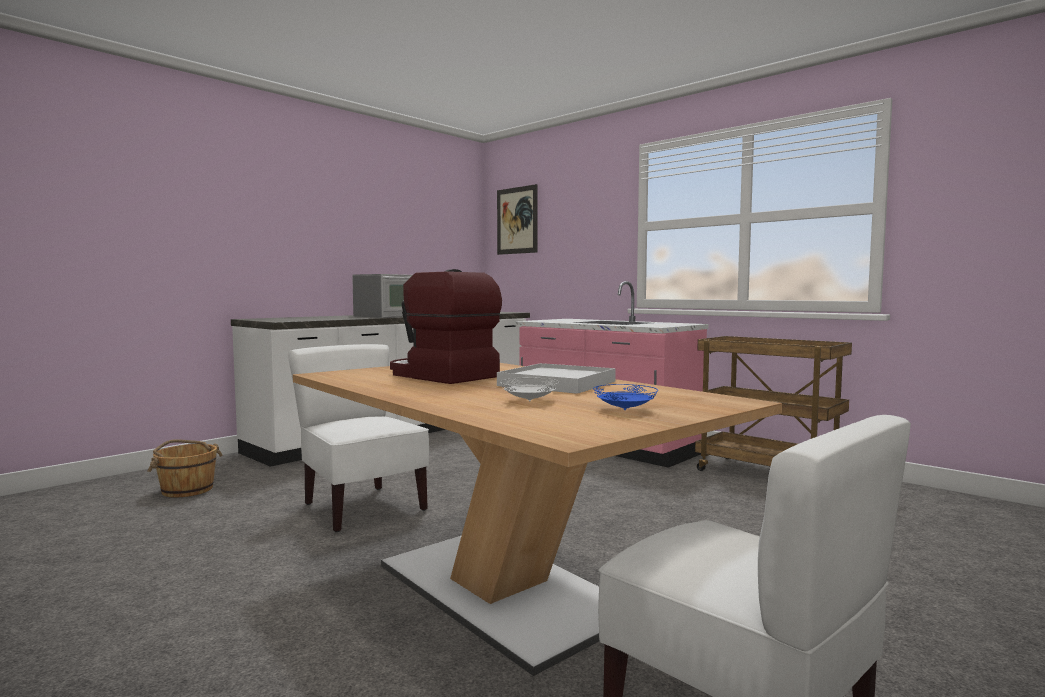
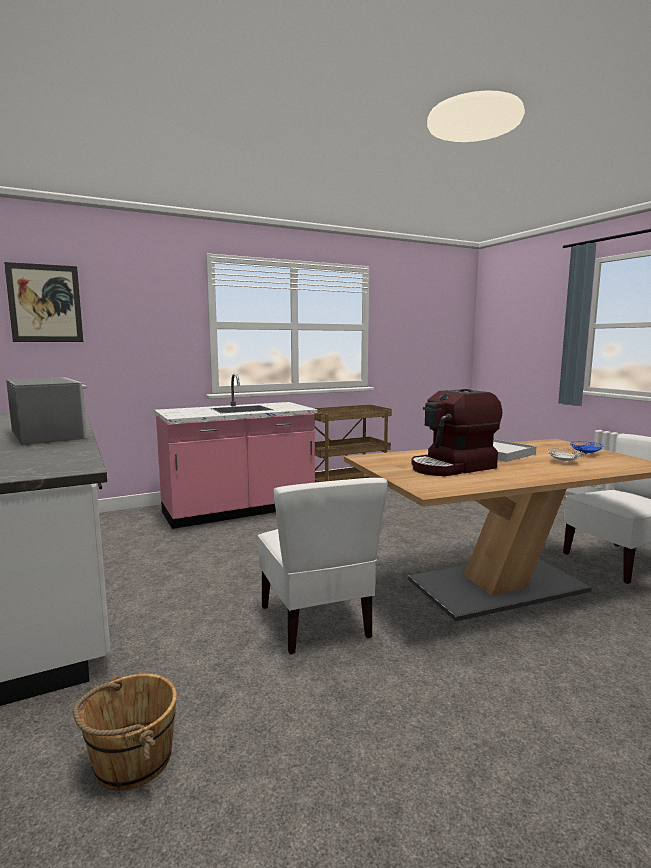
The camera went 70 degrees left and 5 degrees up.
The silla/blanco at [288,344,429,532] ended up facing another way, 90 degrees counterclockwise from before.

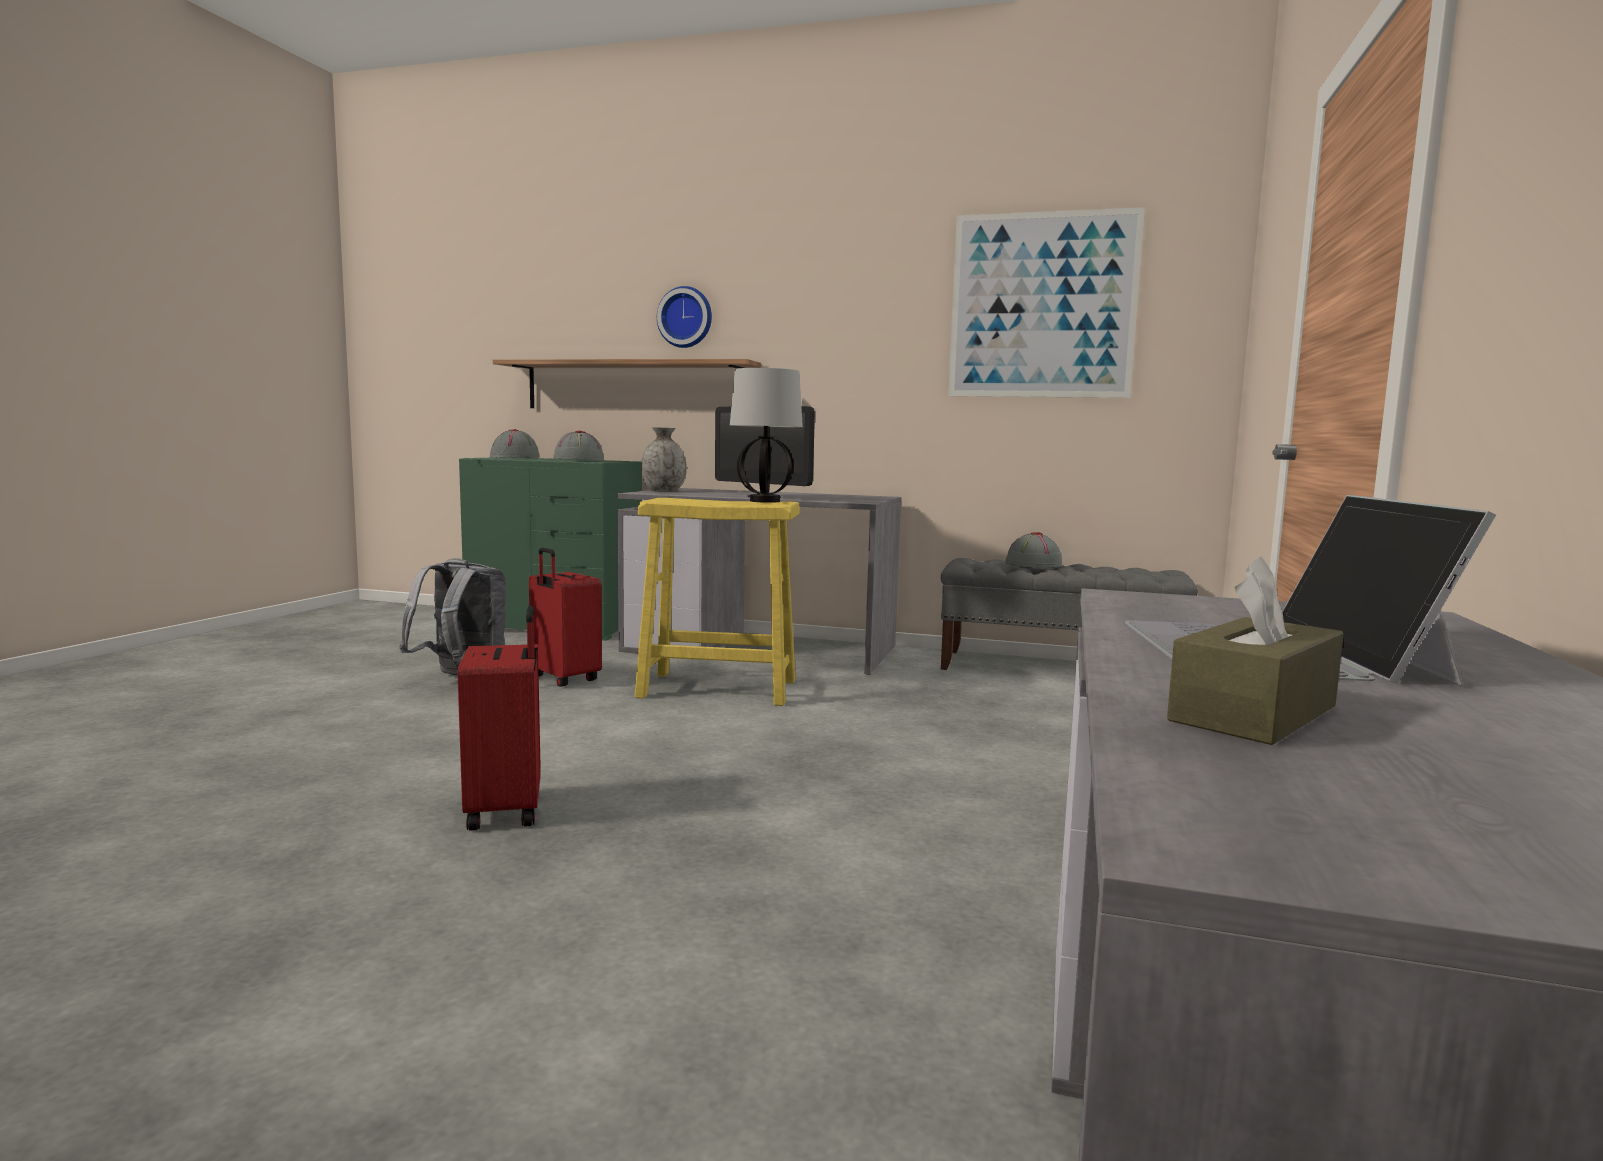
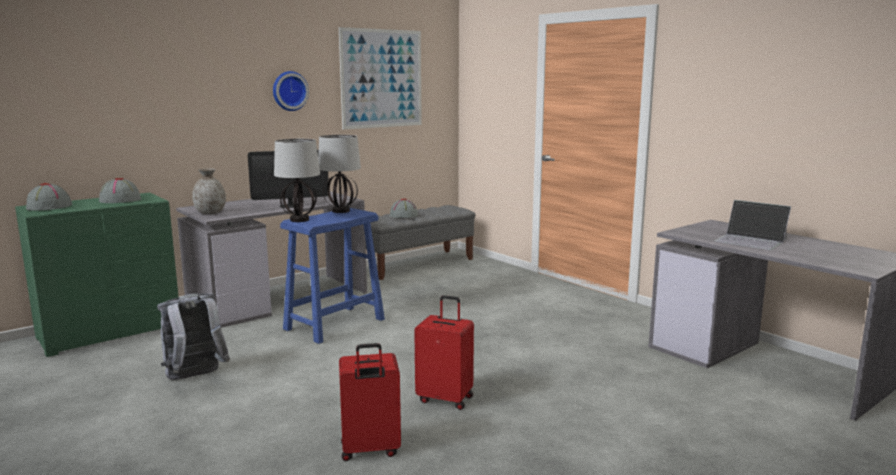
The camera went 55 degrees left and 5 degrees up.
The second view lost the estante at [493,359,761,408].
The second view lost the caja de pañuelos/marrón at [1167,556,1344,745].
The second view gained the lámpara de mesa at [274,139,320,222].
The maleta/rojo ended up elsewhere, having gone from [529,548,602,687] to [339,343,401,461].
The reloj de pared ended up elsewhere, having gone from [657,286,712,348] to [273,71,309,111].
What was the taburete/amarillo at [634,498,800,706] turned into the taburete/azul at [280,208,385,344].

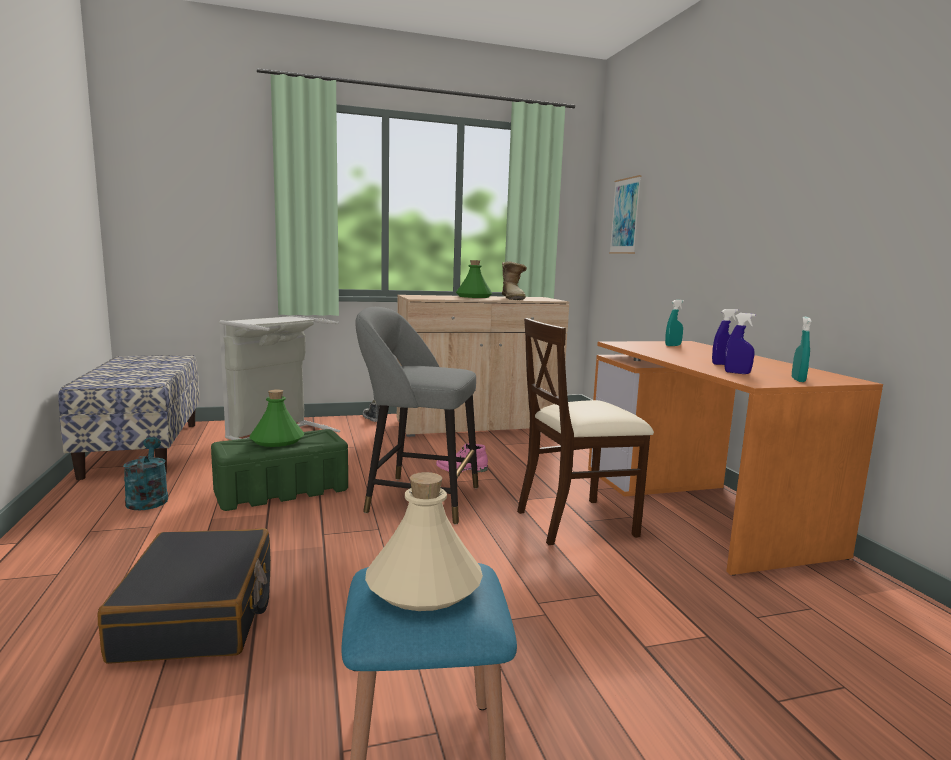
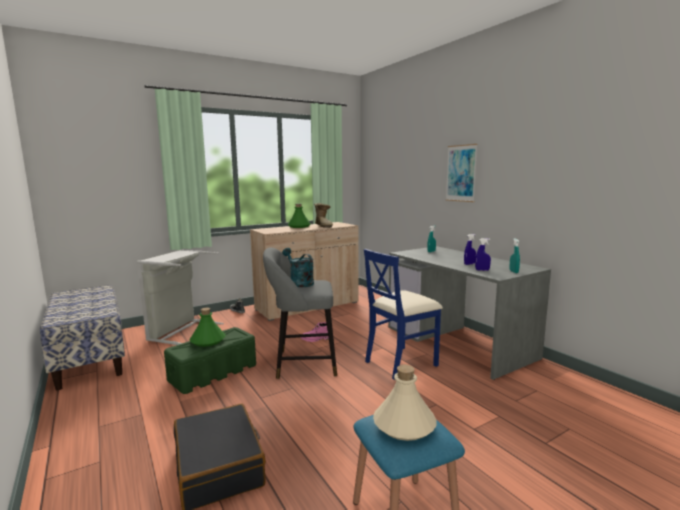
The camera went 15 degrees left and 0 degrees up.
The regadera/turquesa ended up elsewhere, having gone from [123,437,168,510] to [282,248,314,287].
The cuadro ended up elsewhere, having gone from [609,175,642,254] to [446,144,478,202].
What was the silla/beis at [517,318,654,545] turned into the silla/azul at [364,249,443,380].
What was the escritorio/naranja at [588,341,883,576] turned into the escritorio/gris at [388,246,551,380].

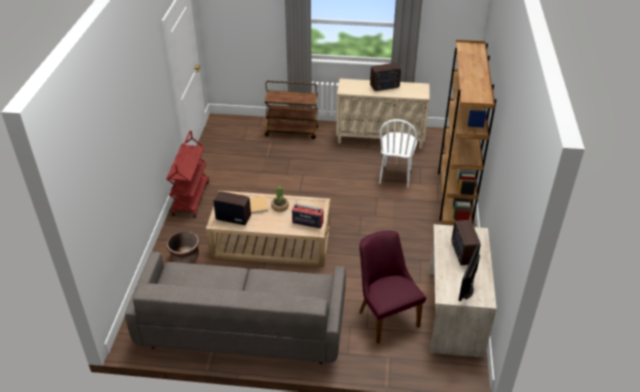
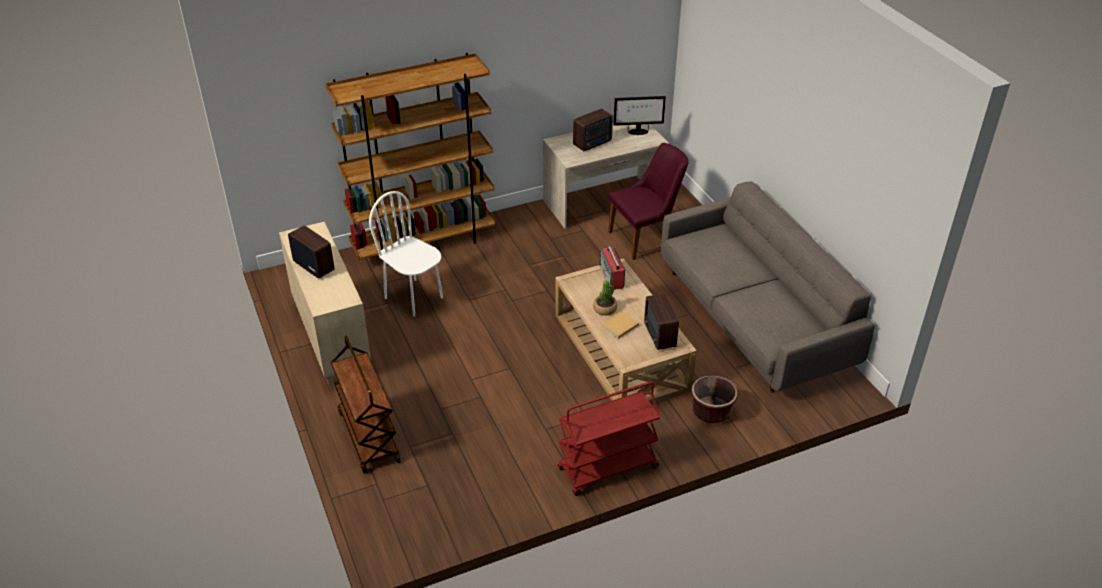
The camera went 120 degrees left and 0 degrees up.
The silla/morado at [359,231,426,344] ended up facing another way, 150 degrees counterclockwise from before.
The silla/blanco at [379,119,417,188] ended up facing another way, 120 degrees counterclockwise from before.

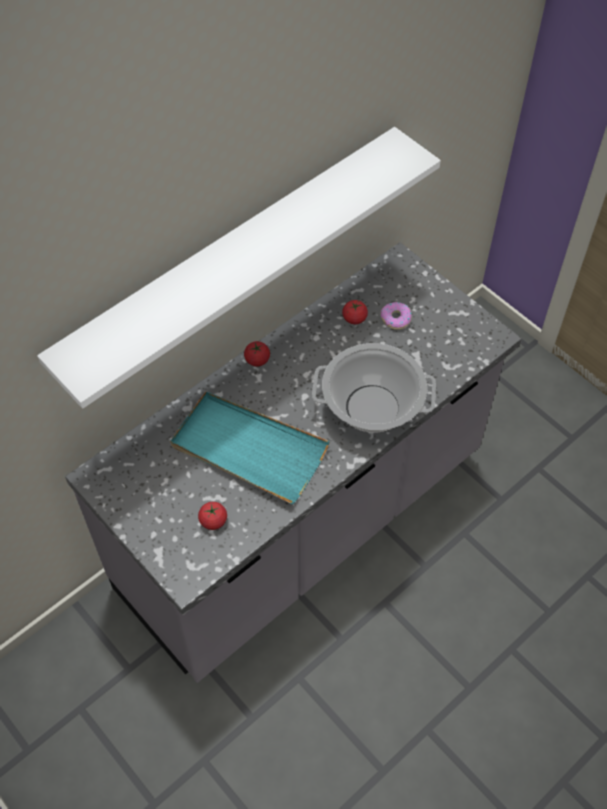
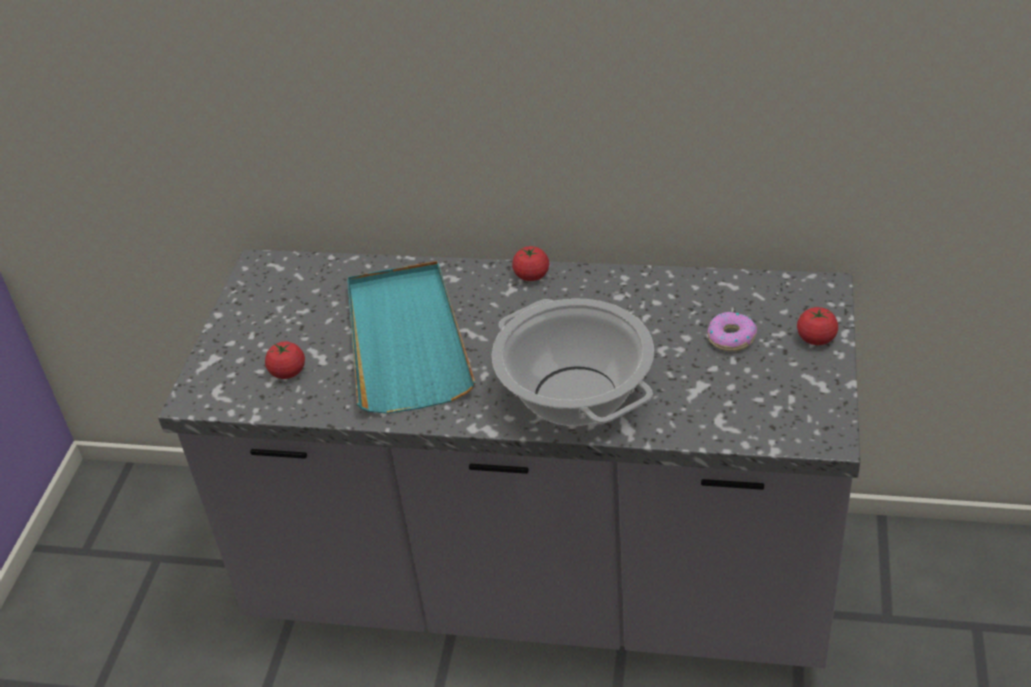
The camera went 55 degrees right and 15 degrees down.
The second view lost the estante/blanco at [37,127,441,409].
The tomate ended up elsewhere, having gone from [342,300,368,324] to [797,307,838,345].

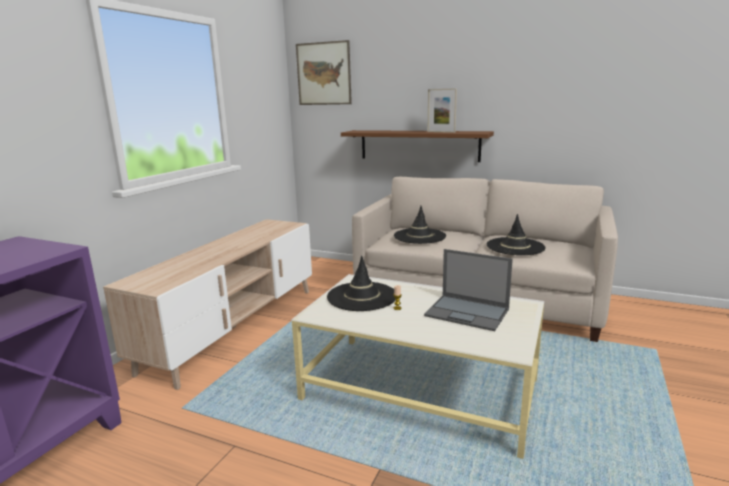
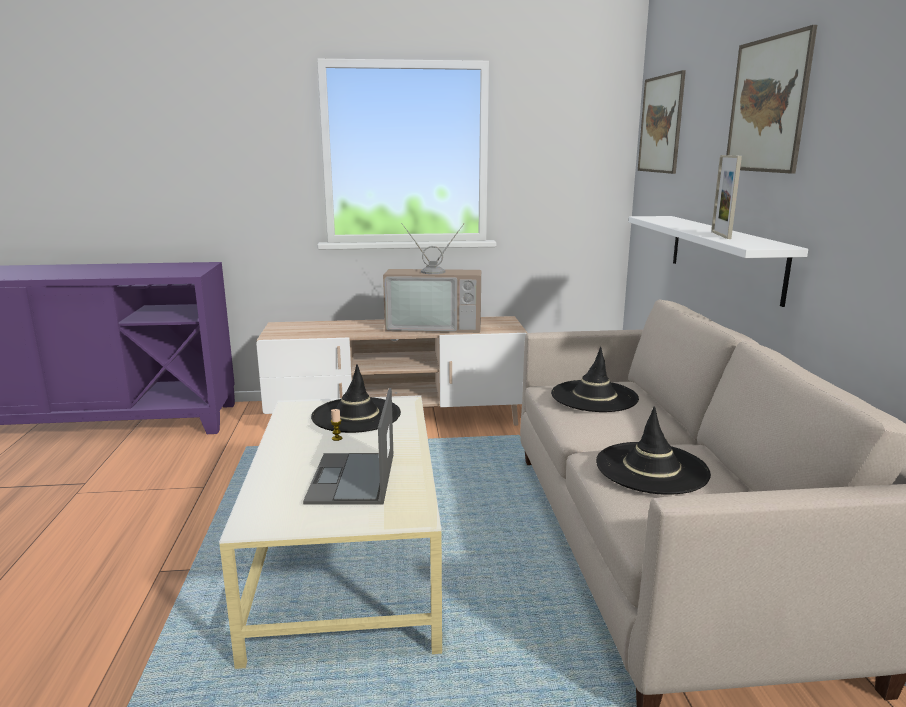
The camera went 60 degrees right and 0 degrees up.
The second view gained the televisor at [383,223,481,333].
The second view gained the cuadro at [726,25,817,174].
What was the estante/marrón at [341,130,494,162] turned into the estante/blanco at [628,216,808,307].

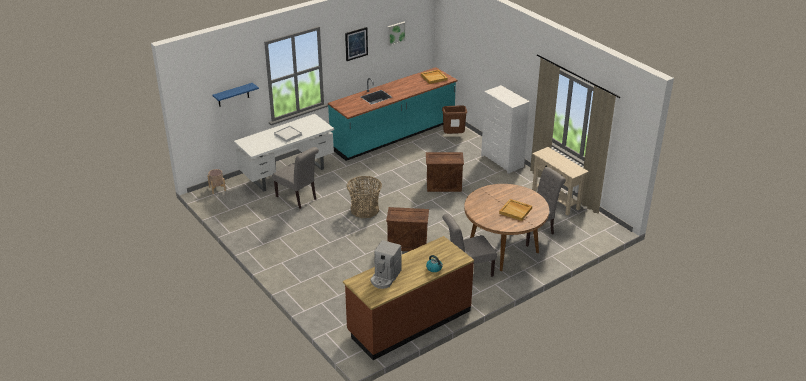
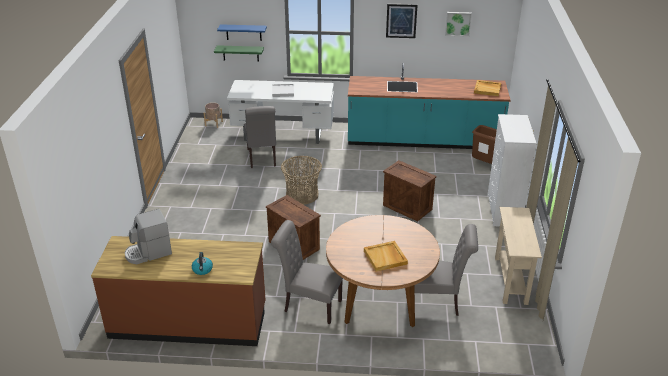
The camera went 40 degrees right and 0 degrees up.
The second view gained the estante/verde at [214,45,264,61].

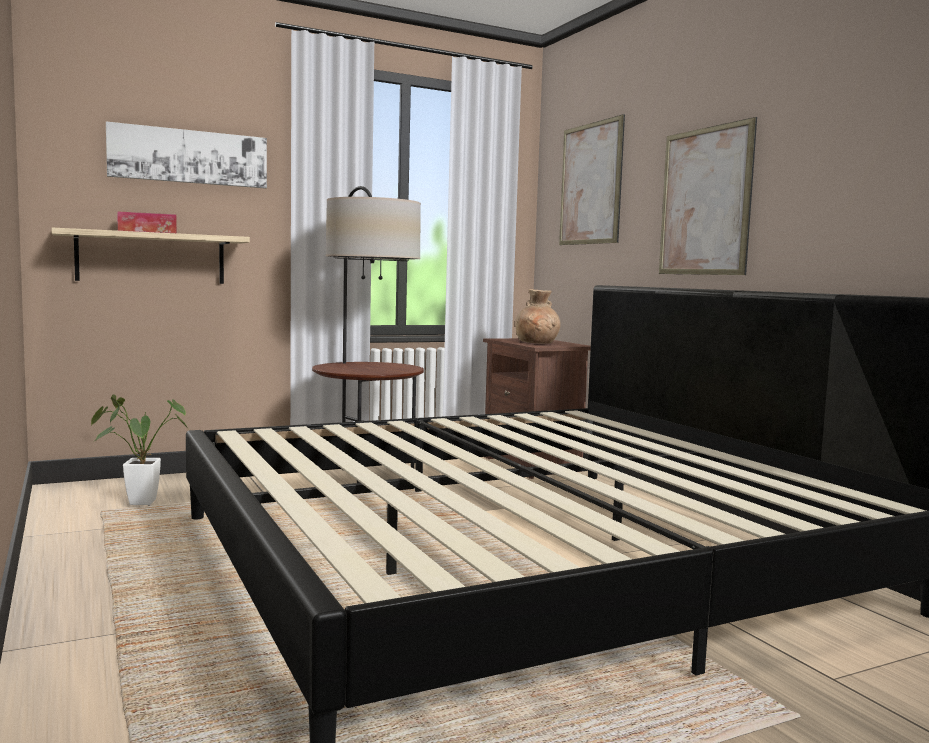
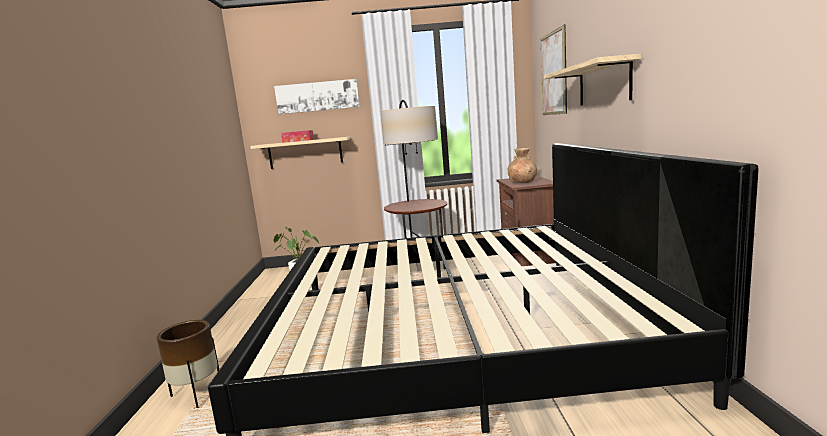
The camera went 25 degrees right and 5 degrees up.
The second view gained the maceta/marrón at [157,320,219,408].
Where the cuadro hung at [659,117,757,275], the estante came to hang at [544,54,641,106].

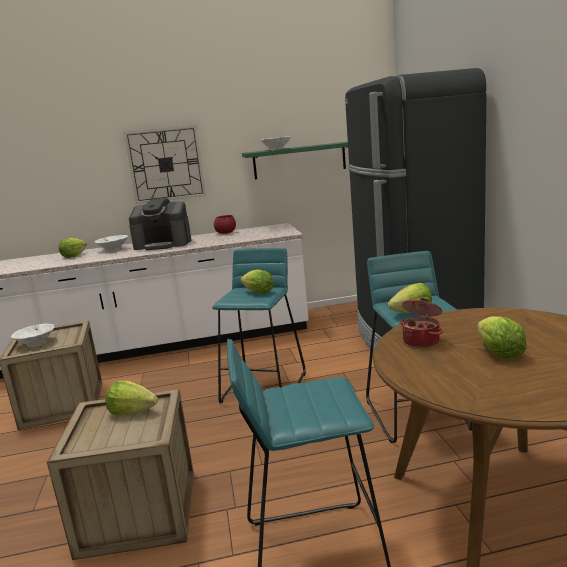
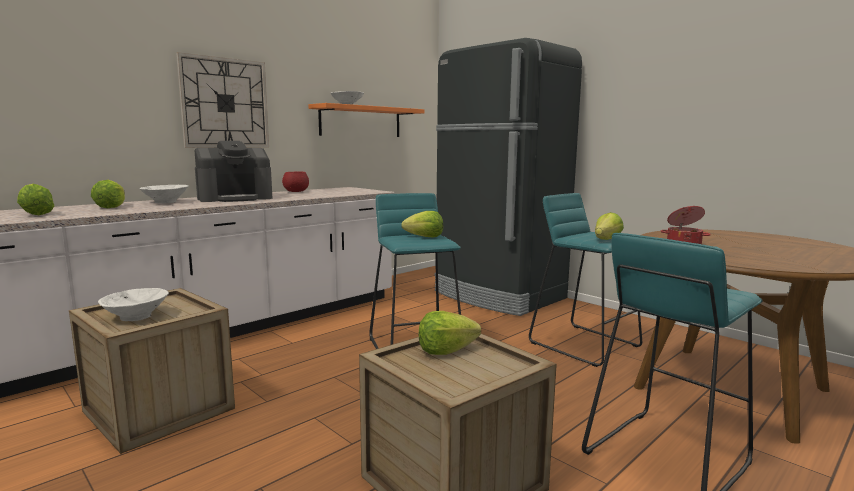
The camera went 35 degrees left and 5 degrees down.
The lechuga ended up elsewhere, having gone from [477,316,527,359] to [17,184,54,215].
What was the estante/verde at [242,142,348,179] turned into the estante/naranja at [308,103,424,137].

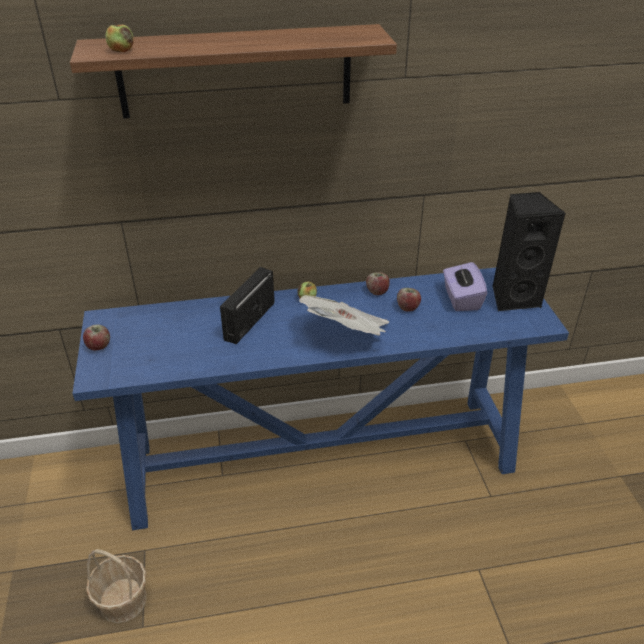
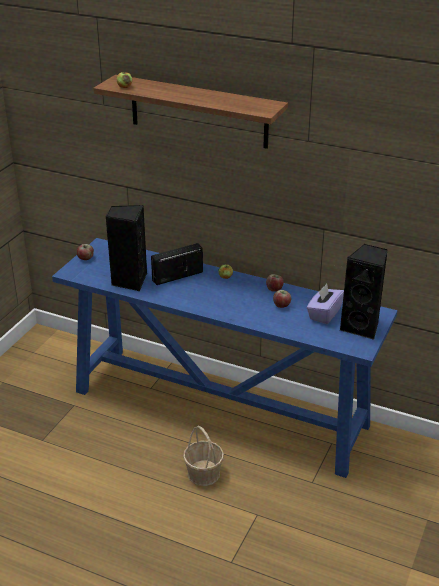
The camera went 35 degrees right and 5 degrees down.
The second view lost the periódico at [299,295,389,336].
The second view gained the altavoz/negro at [105,205,147,291].
The cesta ended up elsewhere, having gone from [86,549,146,623] to [183,426,224,486].

